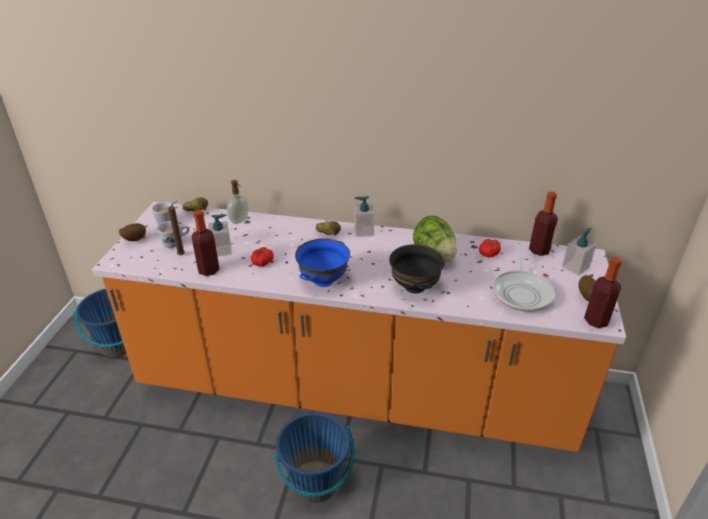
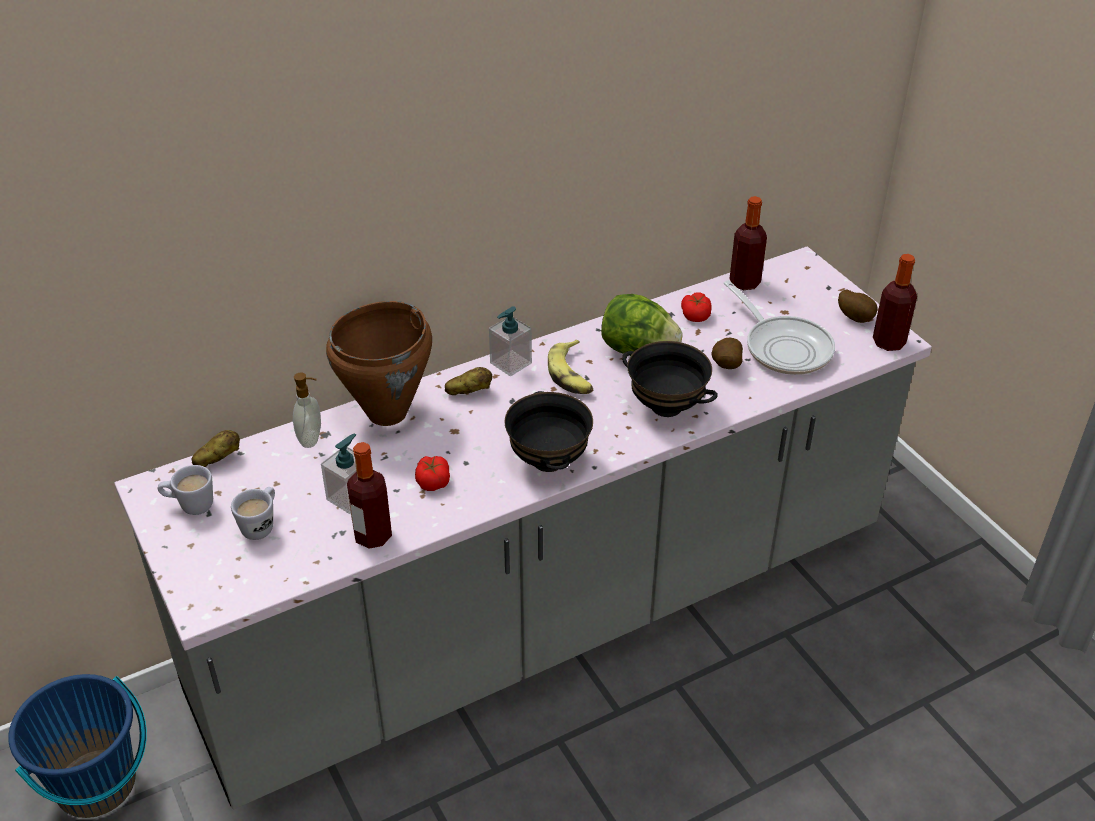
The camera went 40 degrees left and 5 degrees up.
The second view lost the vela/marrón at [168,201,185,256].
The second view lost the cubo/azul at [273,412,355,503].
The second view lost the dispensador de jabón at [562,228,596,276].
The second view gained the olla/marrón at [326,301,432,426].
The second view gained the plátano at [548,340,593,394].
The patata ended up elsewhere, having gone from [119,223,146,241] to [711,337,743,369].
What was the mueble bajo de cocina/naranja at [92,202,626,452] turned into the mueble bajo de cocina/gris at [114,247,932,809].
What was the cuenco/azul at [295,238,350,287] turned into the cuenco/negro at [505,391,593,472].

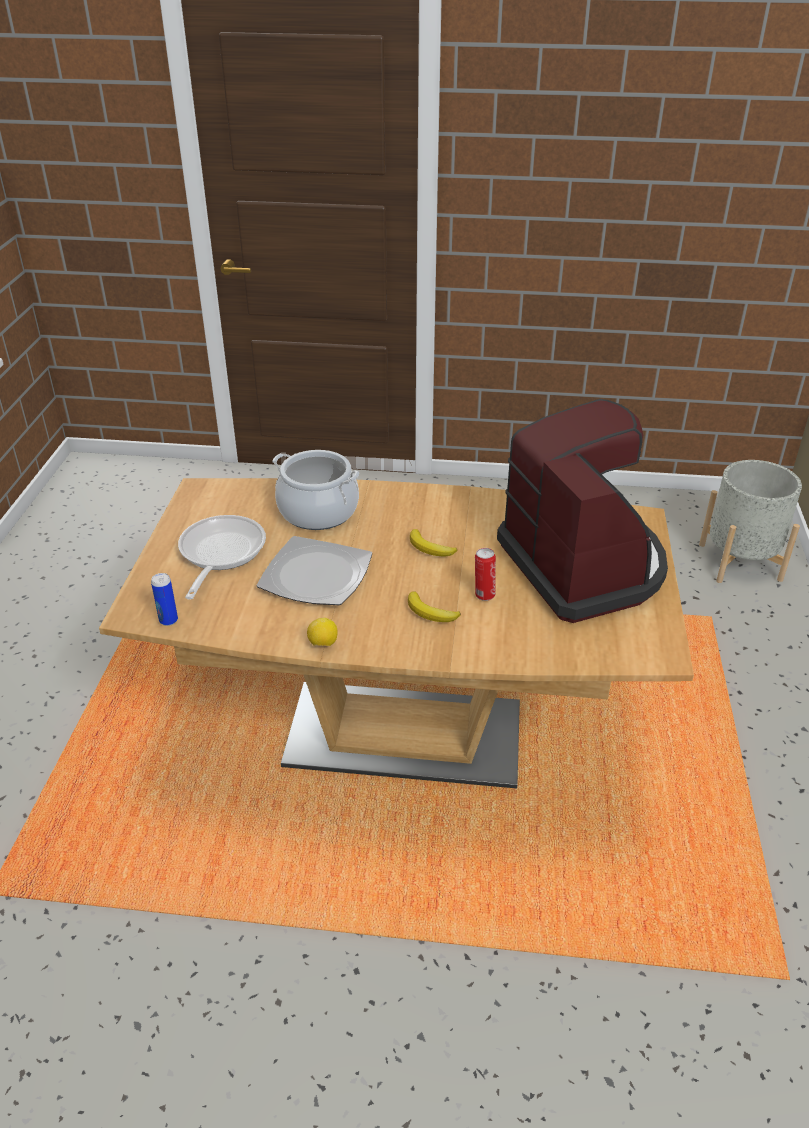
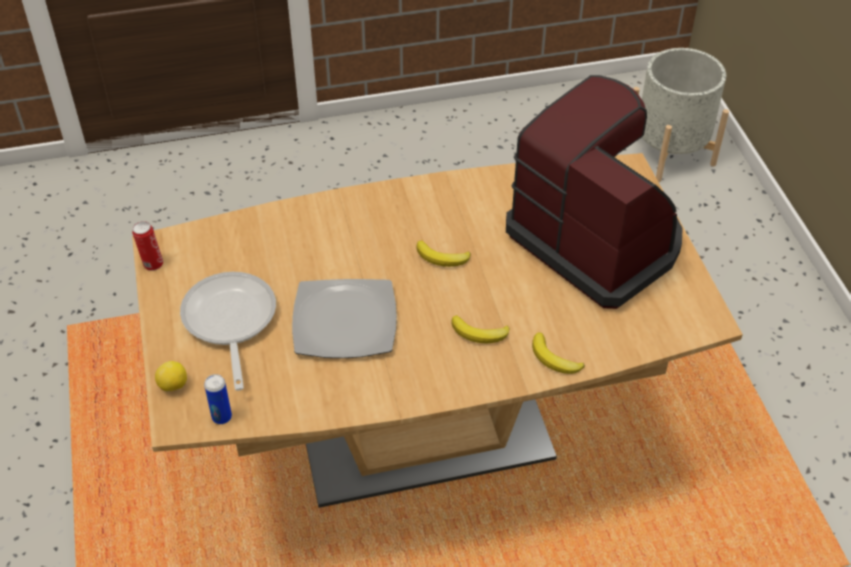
The camera went 20 degrees left and 10 degrees up.
The second view lost the olla at [272,450,359,530].
The second view gained the plátano at [532,333,585,374].
The limón ended up elsewhere, having gone from [307,618,338,646] to [155,361,187,392].
The lata ended up elsewhere, having gone from [475,548,496,601] to [132,221,163,271].

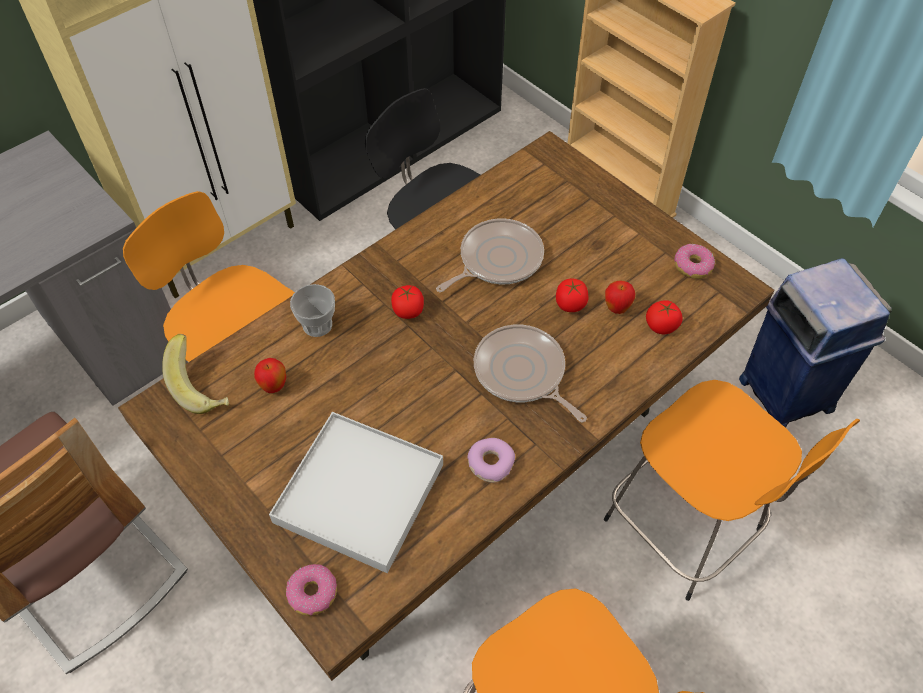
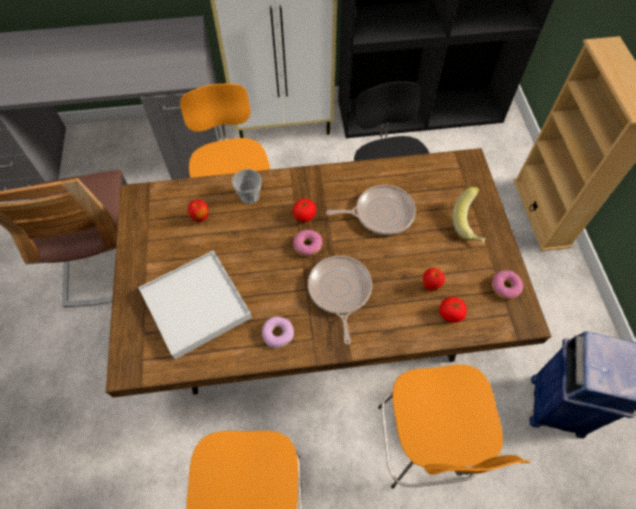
The camera went 35 degrees right and 5 degrees up.
The second view lost the tomate at [556,278,588,312].
The plátano ended up elsewhere, having gone from [162,334,229,414] to [452,187,485,243].
The rosquilla ended up elsewhere, having gone from [286,564,337,616] to [293,230,323,256].

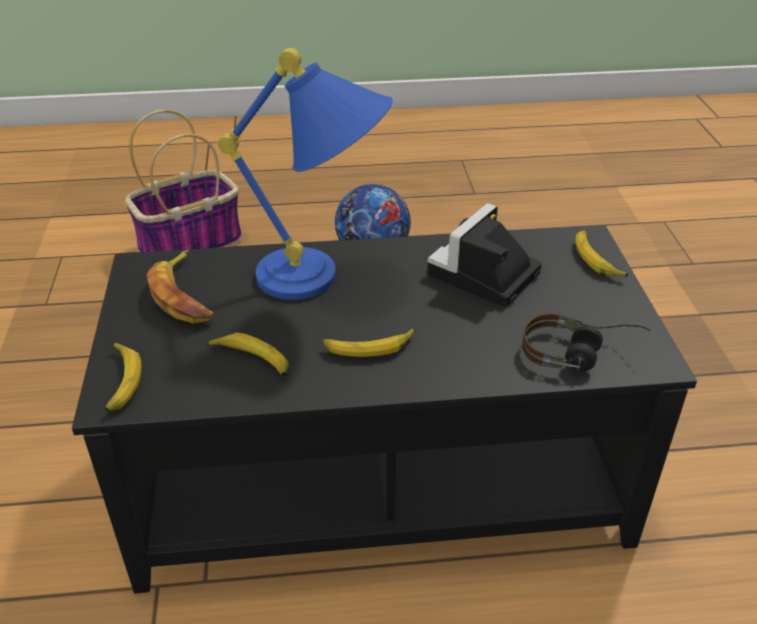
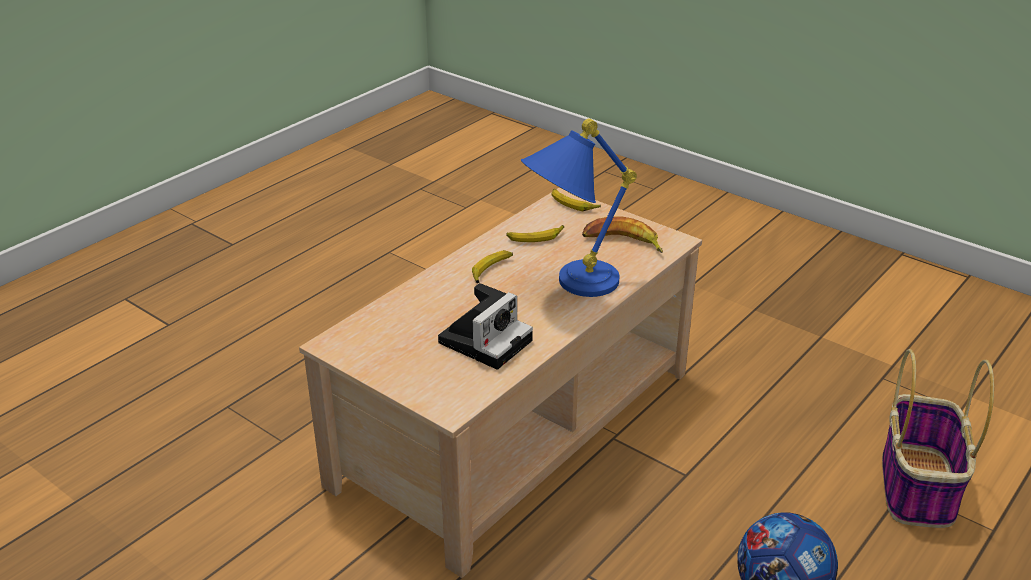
The camera went 135 degrees right and 5 degrees down.
The second view lost the auriculares at [522,313,650,371].
The second view lost the plátano at [575,230,628,277].
What was the mesa de centro/negro at [72,225,697,594] turned into the mesa de centro/beis at [299,187,702,578].
The cámara at [427,203,542,307] ended up facing another way, 45 degrees clockwise from before.

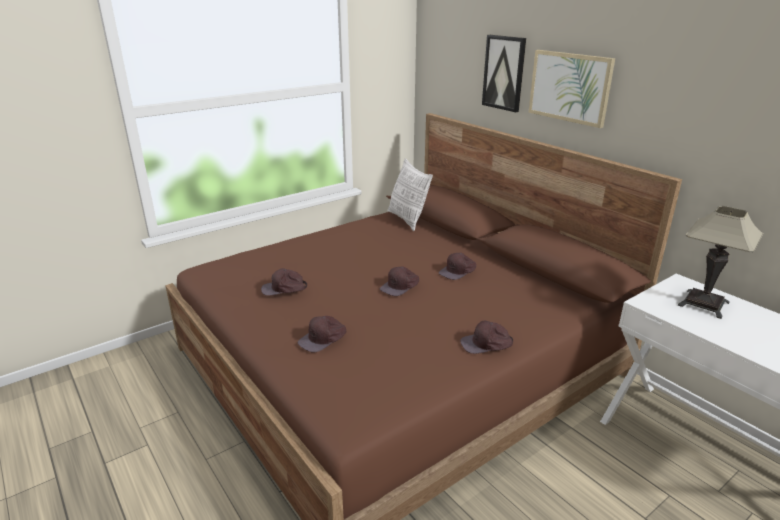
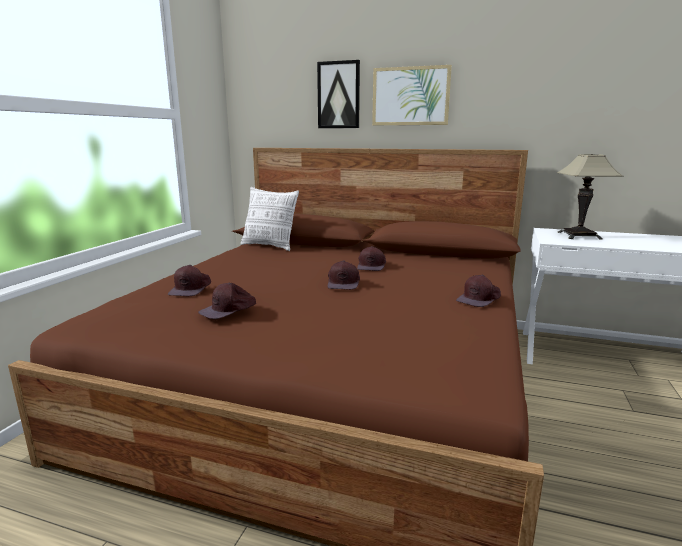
The camera went 35 degrees left and 10 degrees down.
The gorra/marrón ended up elsewhere, having gone from [298,316,346,352] to [168,265,211,296].

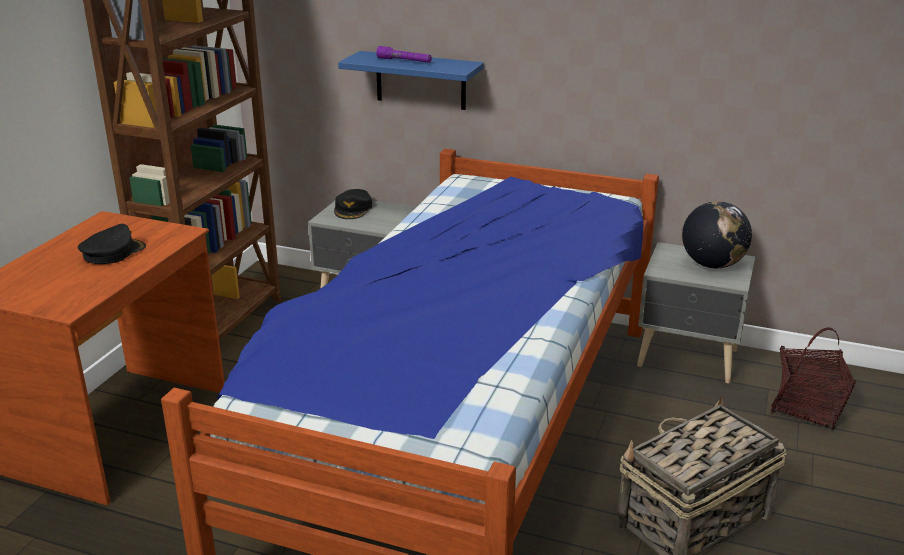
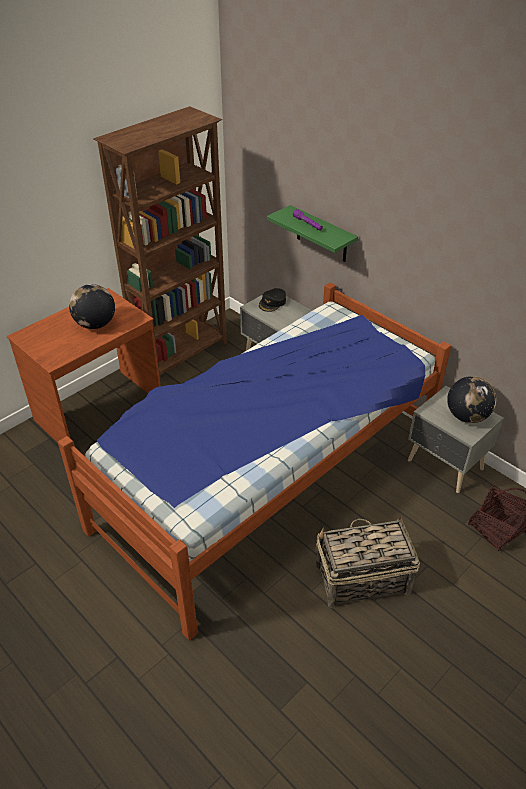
The camera went 25 degrees right and 15 degrees up.
Where the gorra/negro stood at [78,224,146,264], the globo terráqueo came to stand at [69,284,115,329].
What was the estante/azul at [338,51,484,110] turned into the estante/verde at [267,205,358,262].

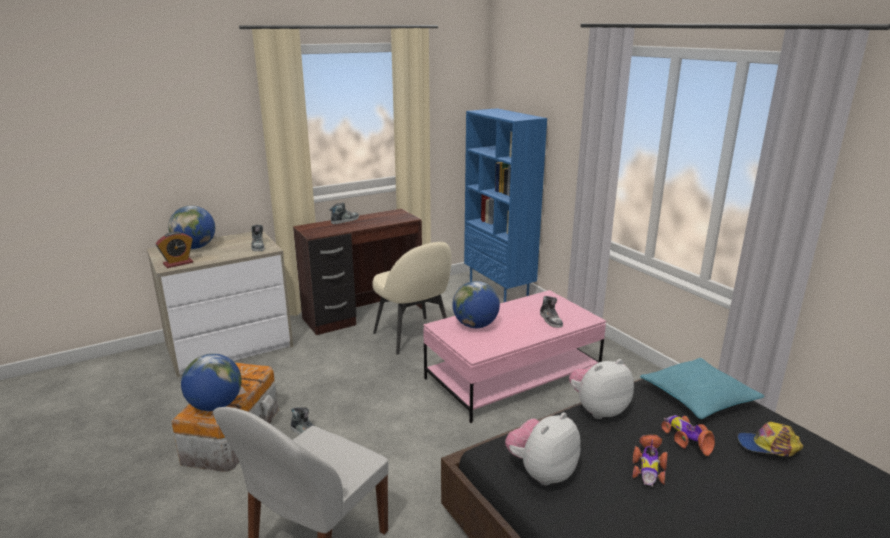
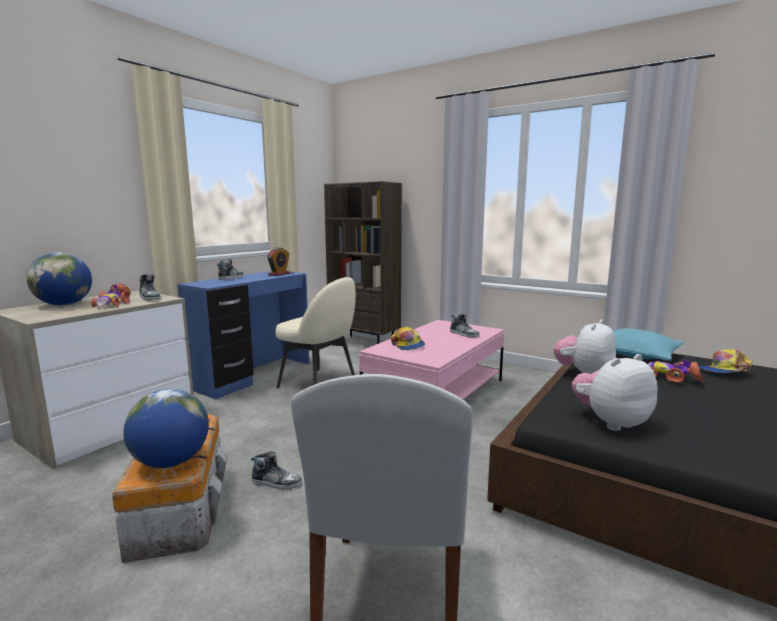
The camera went 25 degrees left and 10 degrees down.
The despertador ended up elsewhere, having gone from [156,232,193,268] to [267,248,290,276].
The coche de juguete ended up elsewhere, having gone from [633,435,668,487] to [91,284,131,307].
Where the globo terráqueo stood at [453,281,500,328], the gorra came to stand at [391,327,425,350].
What was the escritorio/marrón at [293,209,422,335] turned into the escritorio/azul at [177,271,310,399].
What was the estantería/azul at [464,108,547,302] turned into the estantería/marrón at [324,181,402,344].
The peluche at [505,413,581,485] ended up facing another way, 45 degrees clockwise from before.

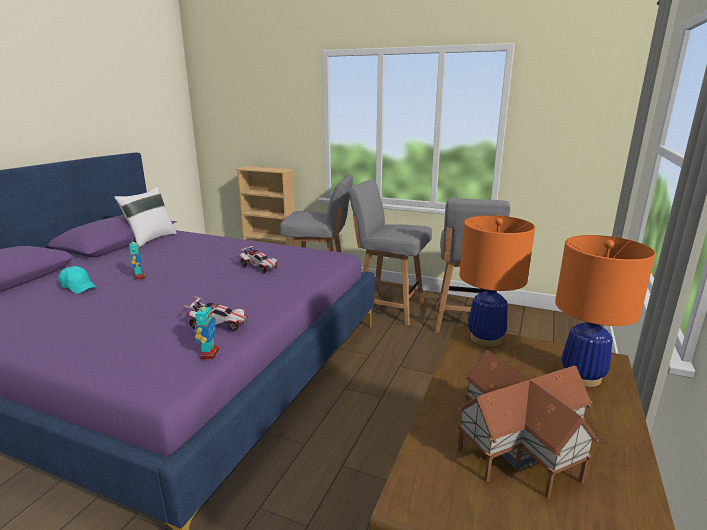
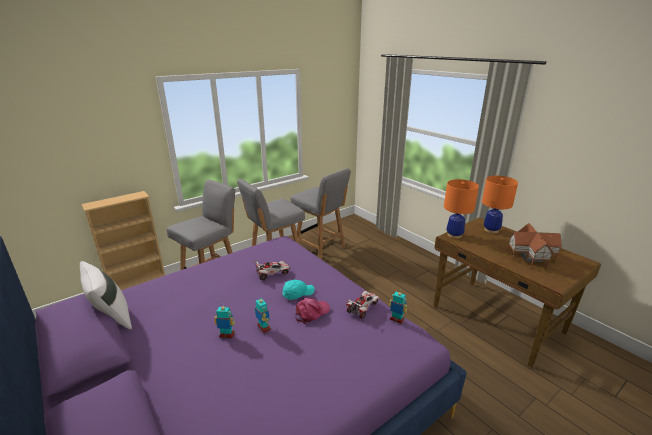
The camera went 60 degrees left and 5 degrees up.
The second view gained the robot de juguete at [255,298,271,333].
The second view gained the gorra/rosa at [296,298,330,324].
The gorra/turquesa ended up elsewhere, having gone from [58,266,97,294] to [282,279,315,300].

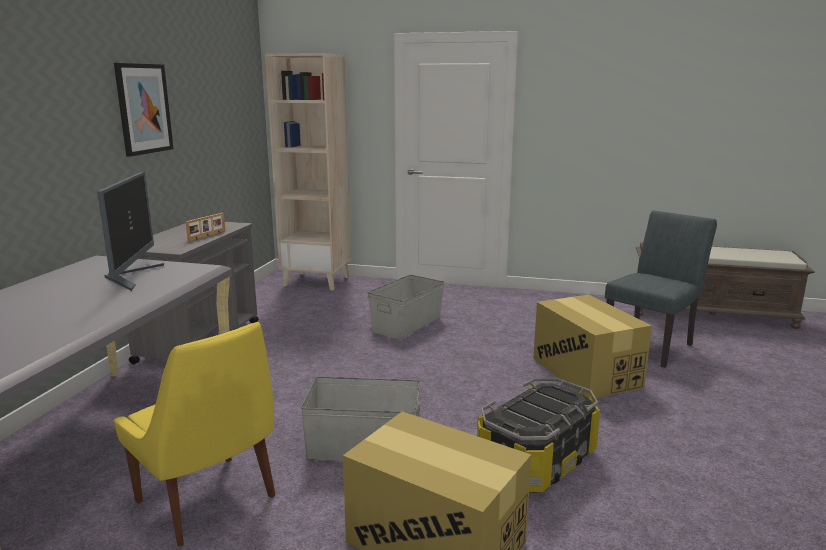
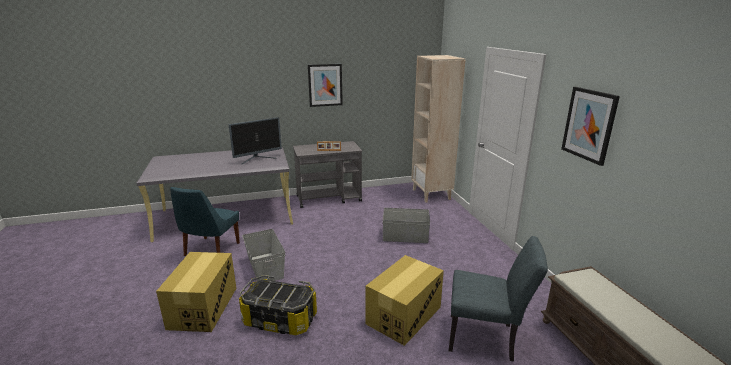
The camera went 60 degrees right and 5 degrees up.
The second view gained the cuadro at [561,87,620,166].
What was the silla/amarillo at [114,322,275,547] turned into the silla/azul at [170,187,240,256].

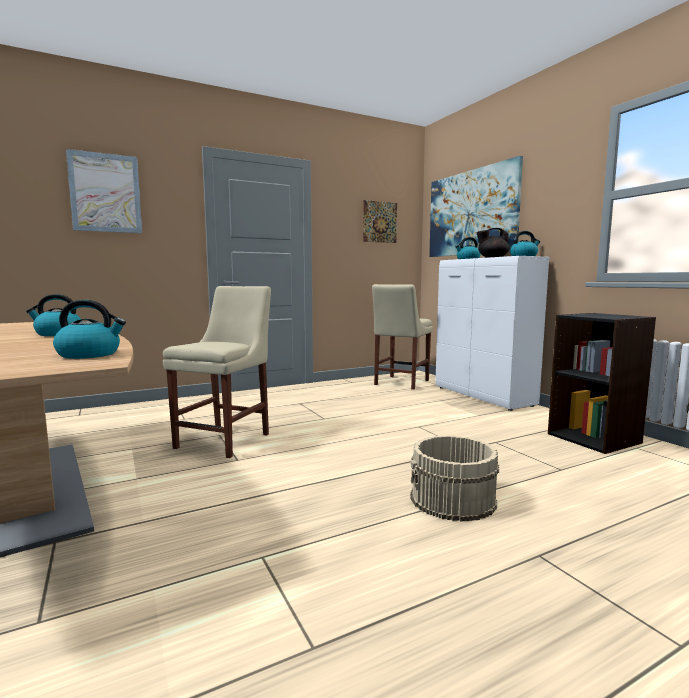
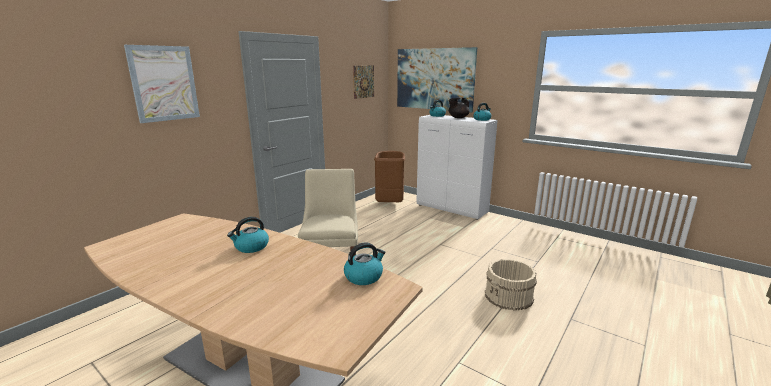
The camera went 25 degrees left and 10 degrees up.
The second view lost the estantería/negro at [548,313,656,454].
Where the silla/beis stood at [372,284,433,390], the papelera/marrón came to stand at [374,151,405,202].

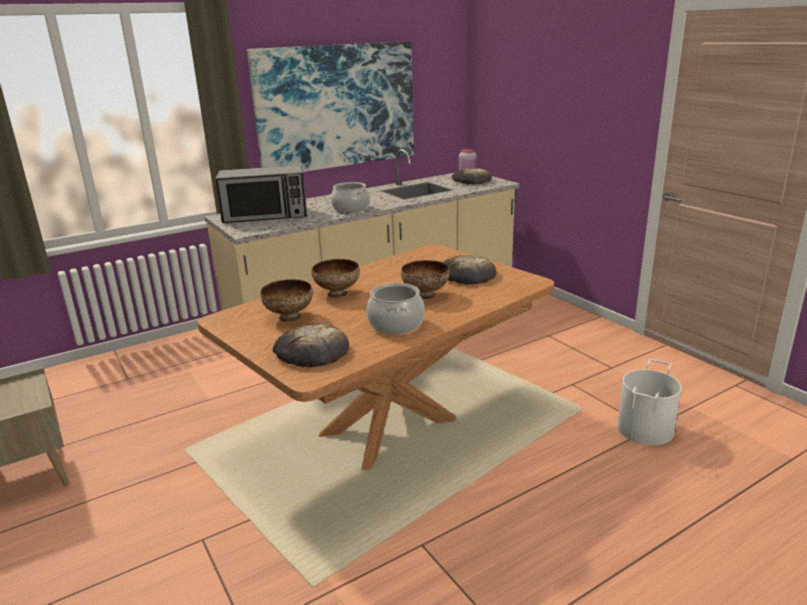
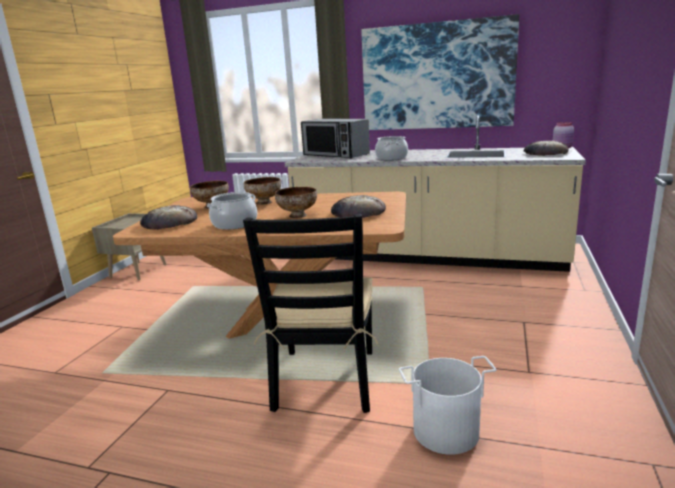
The camera went 50 degrees right and 5 degrees down.
The second view gained the silla/negro at [243,214,379,413].

